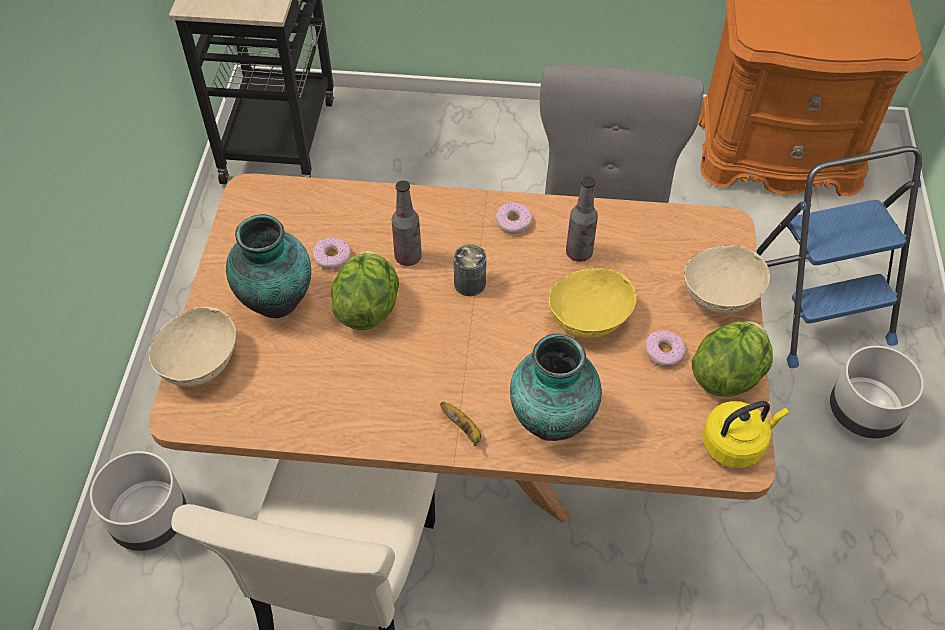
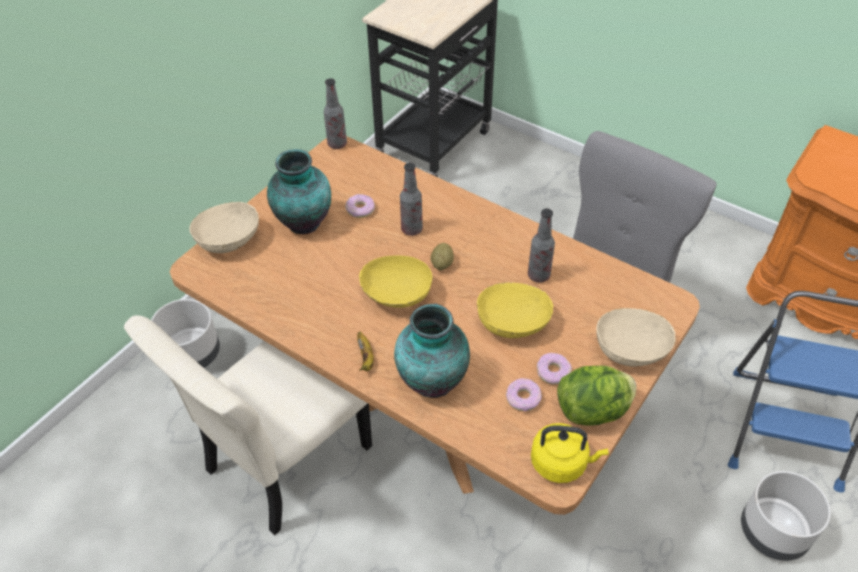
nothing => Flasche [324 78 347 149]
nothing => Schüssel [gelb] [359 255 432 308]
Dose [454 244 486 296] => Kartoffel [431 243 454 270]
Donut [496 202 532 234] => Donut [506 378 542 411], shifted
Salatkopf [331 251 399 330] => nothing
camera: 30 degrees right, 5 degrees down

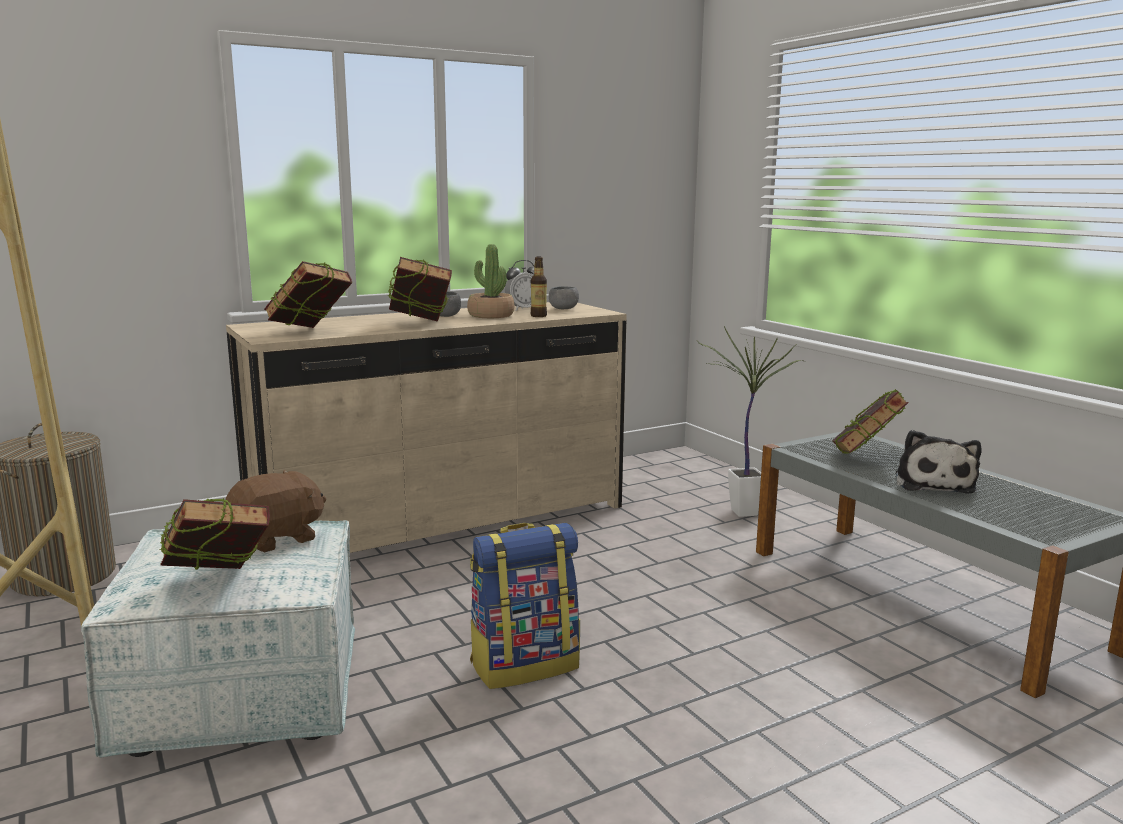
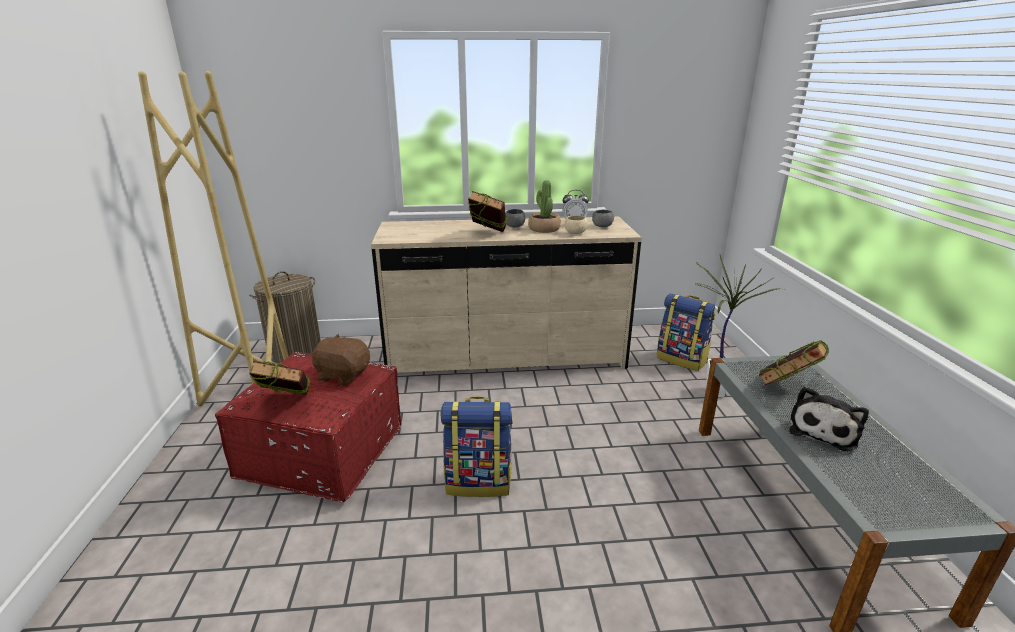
Polsterhocker [weiß] [81 520 355 757] => Polsterhocker [rot] [215 351 401 502]
Plüschtier [braun] [226 470 326 552] => Plüschtier [braun] [311 334 370 386], 150 degrees counterclockwise
Flasche [531 257 547 317] => Schüssel [beige] [565 216 588 234]
nothing => Rucksack [656 294 715 371]
Buch [264 261 352 328] => nothing
camera: 25 degrees right, 10 degrees up

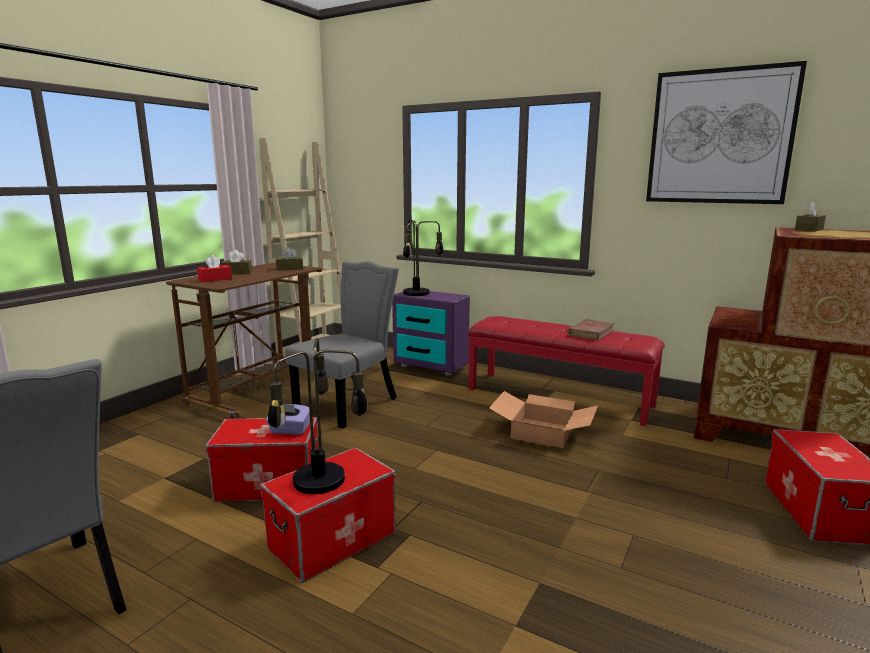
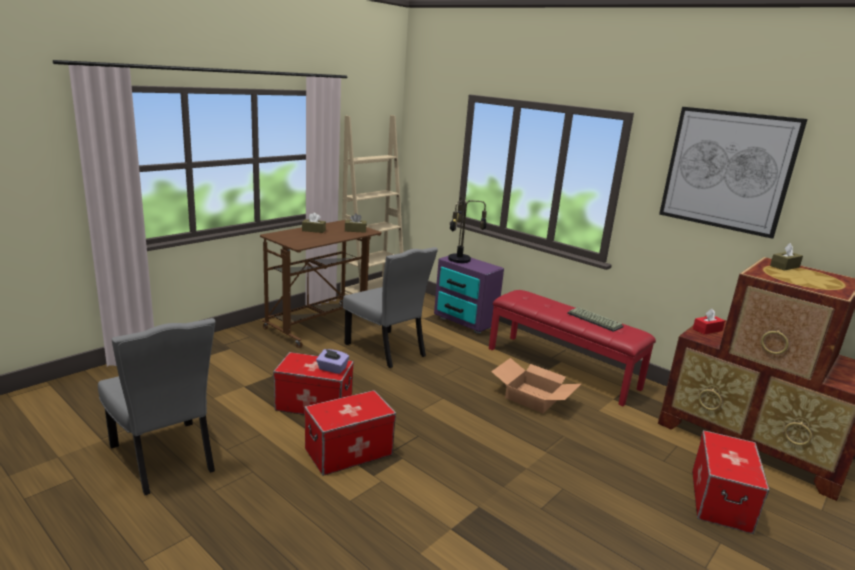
Stuhl [grau] [285 261 399 429] => Stuhl [grau] [343 247 438 368], 90 degrees clockwise
Buch [braun] [567 319 615 340] => Tastatur [567 307 624 332]
Taschentuchbox [rot] [197 255 232 282] => Taschentuchbox [rot] [693 309 725 335], shifted
Tischlampe [268 338 367 494] => nothing
camera: 10 degrees right, 5 degrees up

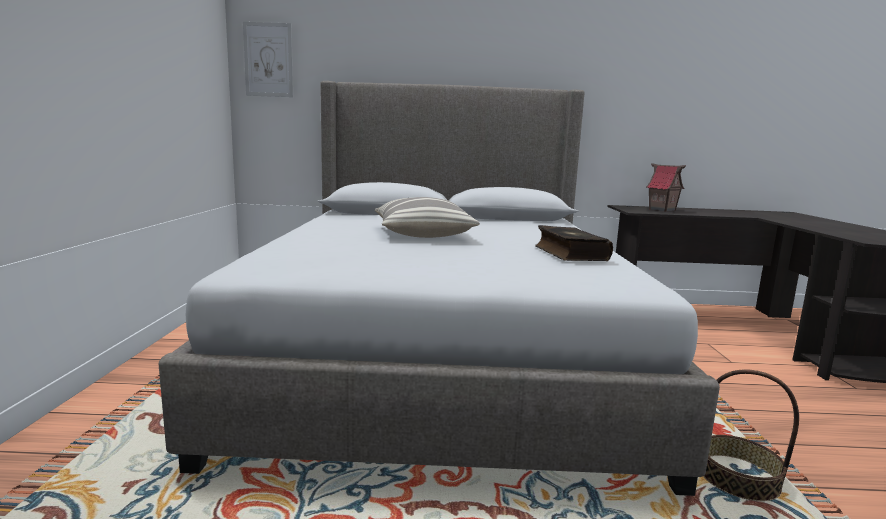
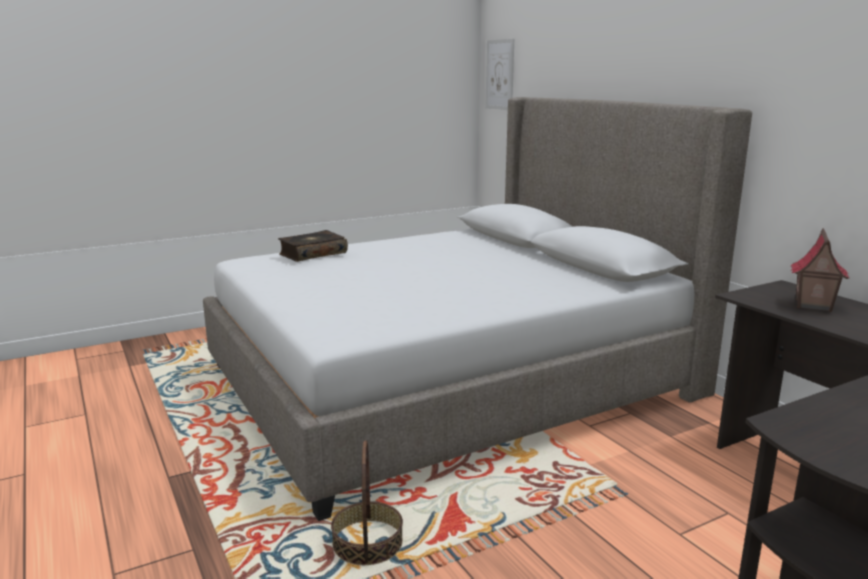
Buch [535 225 613 261] => Buch [278 230 348 262], shifted
Kissen [375 197 480 238] => nothing
camera: 60 degrees right, 5 degrees up

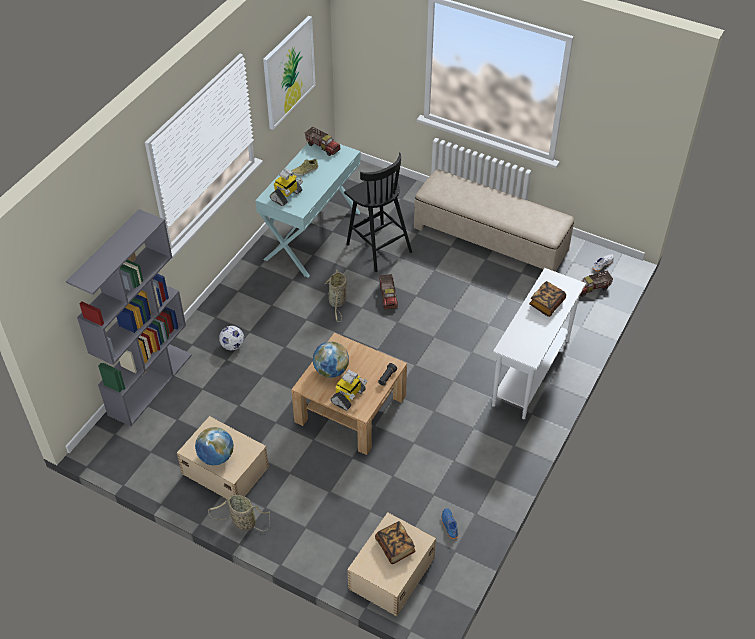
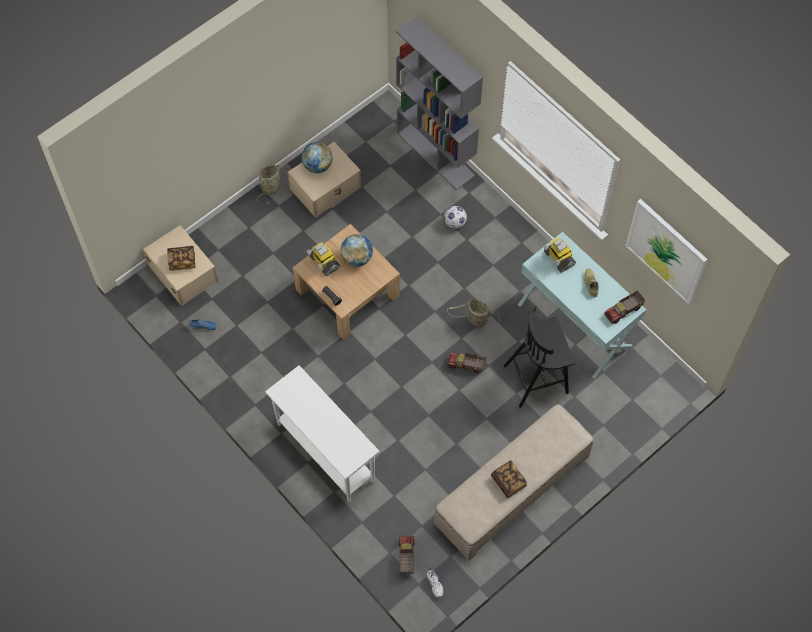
Buch [529 281 566 317] => Buch [491 460 527 498], shifted
camera: 110 degrees right, 15 degrees up

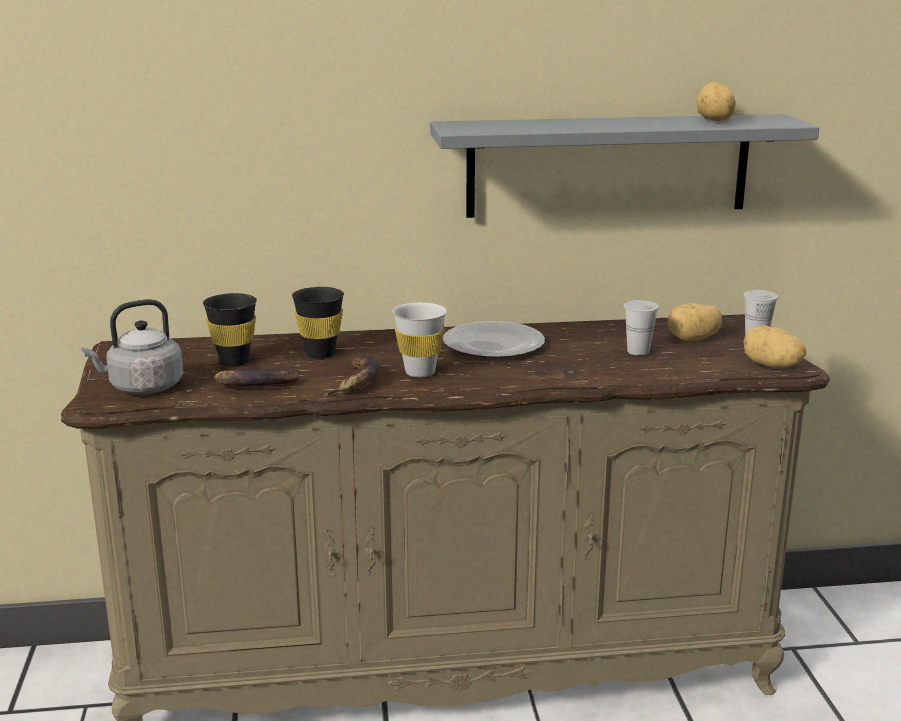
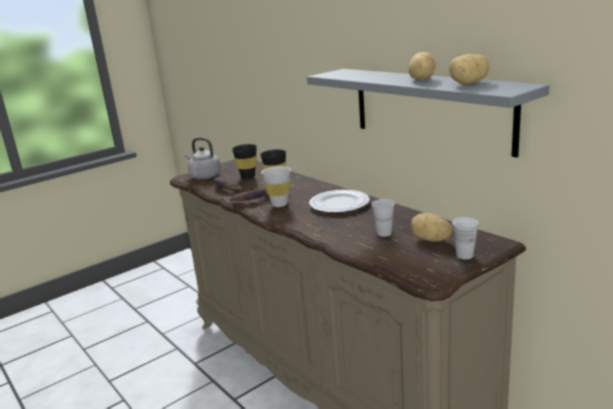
Kartoffel [743 325 807 368] => Kartoffel [408 52 436 80], shifted
camera: 60 degrees right, 0 degrees up

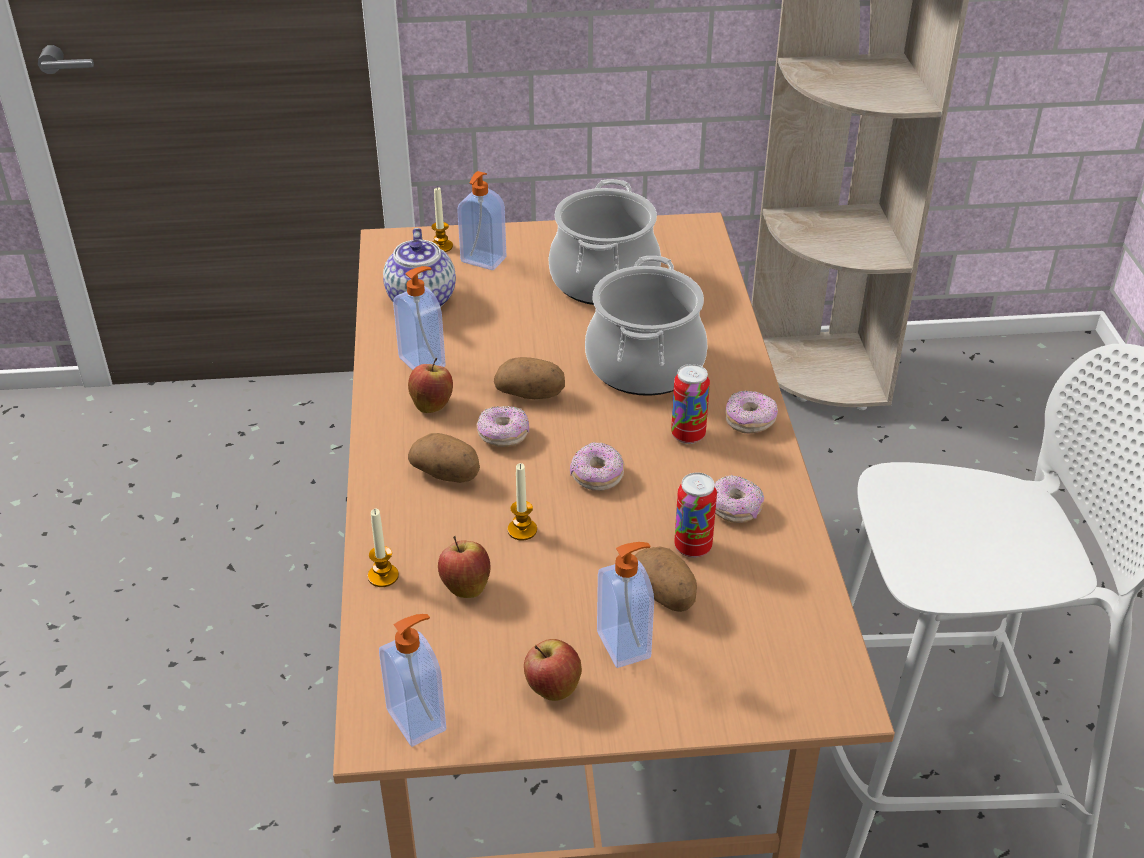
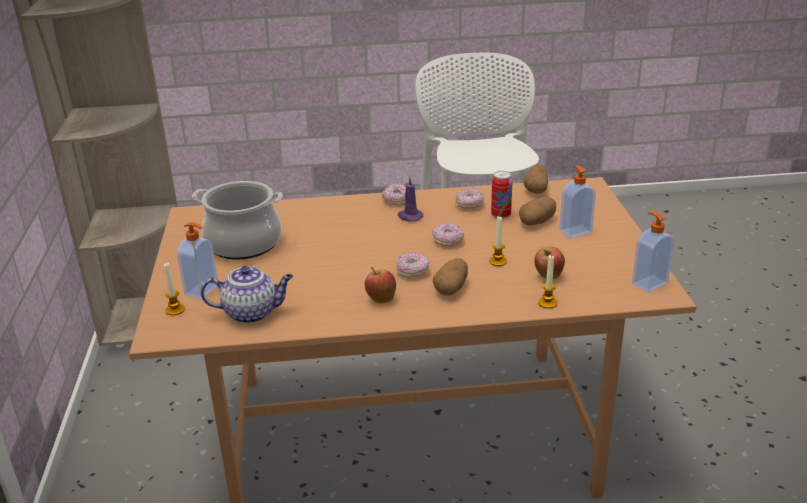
Dose [671 364 710 444] => Kerze [lila] [398 176 424 222]
Kartoffel [494 357 565 399] => Kartoffel [524 165 548 194], shifted
Seifenspender [393 266 446 370] => nothing
Apfel [524 639 582 701] => nothing
Kochtopf [585 256 707 396] => nothing
camera: 90 degrees left, 10 degrees down

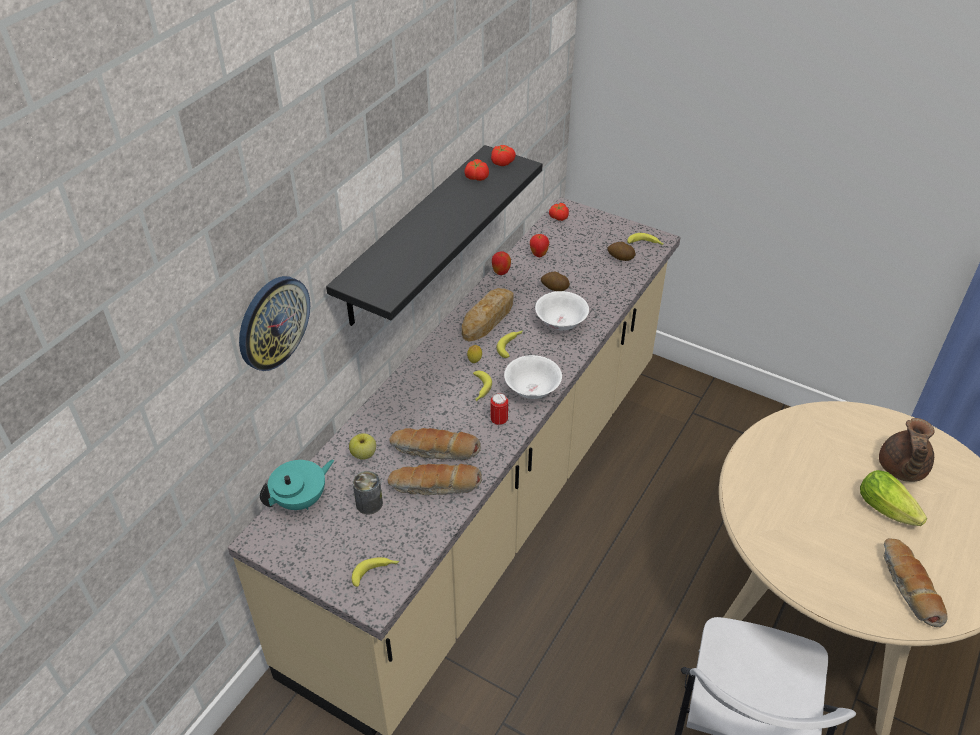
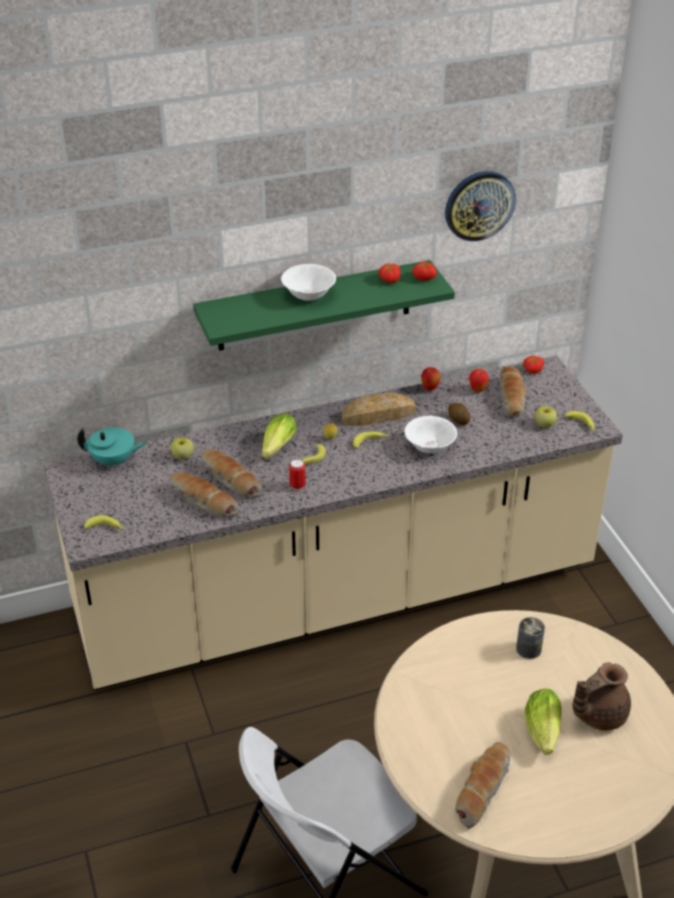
Wandregal [schwarz] [326 145 542 326] => Wandregal [grün] [193 260 455 351]
nothing => Salatkopf [262 413 297 458]
Schüssel [weiß] [504 355 562 399] => Schüssel [weiß] [281 264 336 301], shifted
Wanduhr [239 276 310 371] => Wanduhr [445 171 516 241], shifted
nothing => Brot [500 366 526 417]
Dose [353 471 383 514] => Dose [516 617 545 659], shifted
Kartoffel [607 242 635 261] => Apfel [534 406 557 428]
camera: 40 degrees right, 5 degrees down

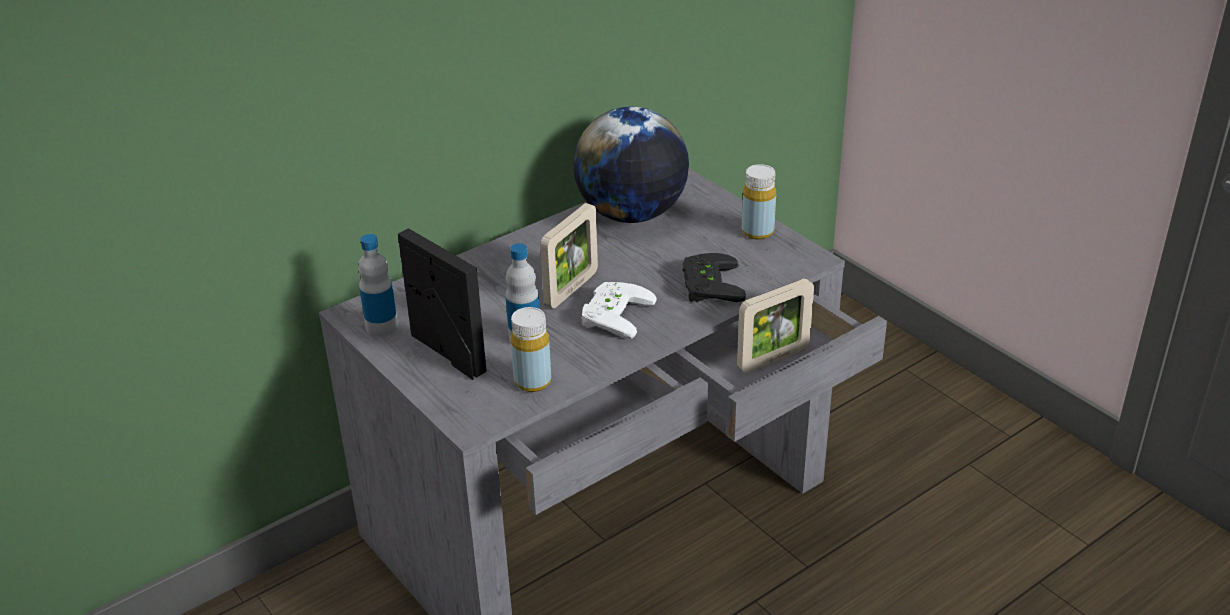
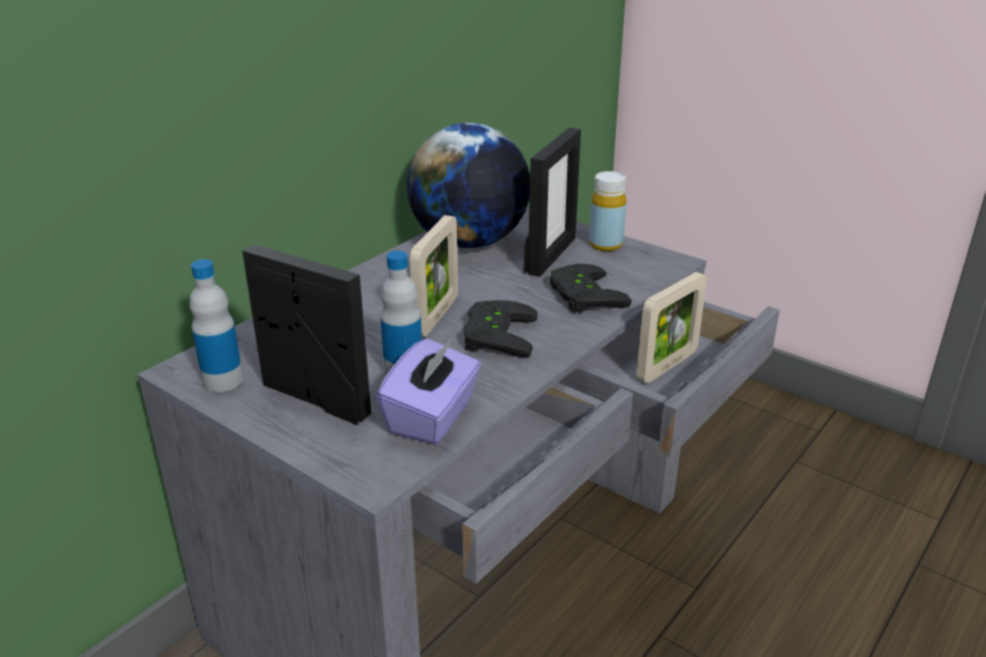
Flasche [gelb] [511 307 551 392] => Taschentuchbox [lila] [377 338 481 445]
Gamepad [weiß] [582 282 657 339] => Gamepad [schwarz] [464 300 538 357]
nothing => Bilderrahmen [524 128 581 277]
camera: 15 degrees left, 5 degrees down

